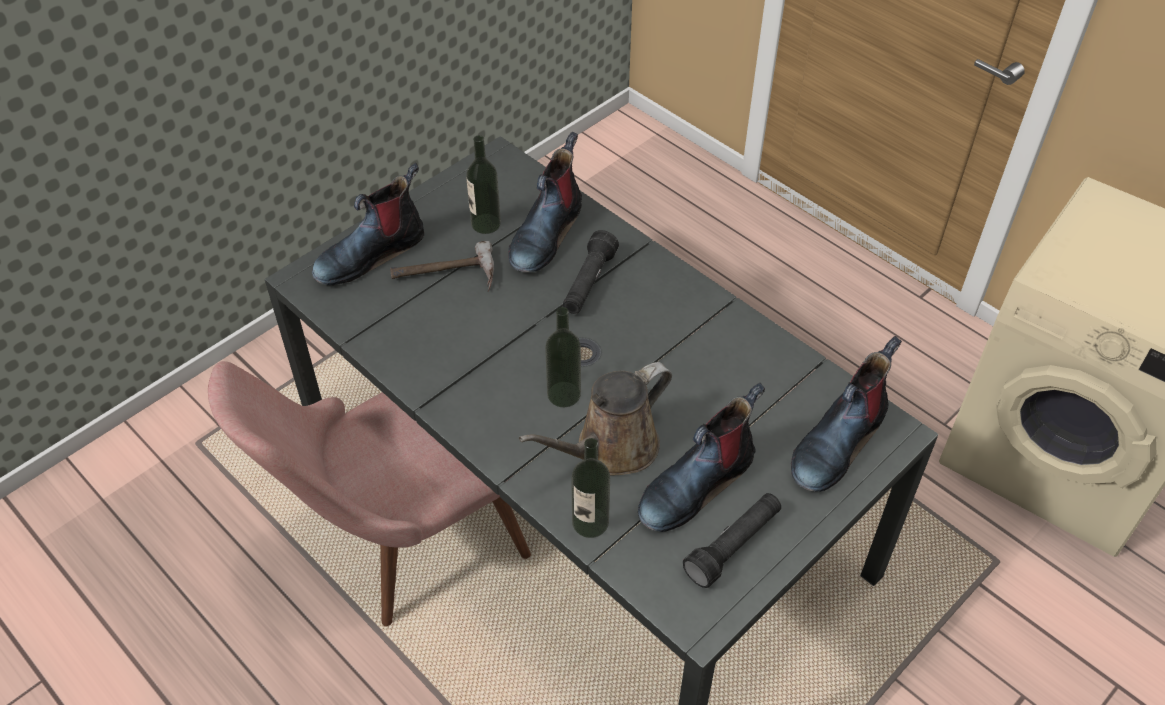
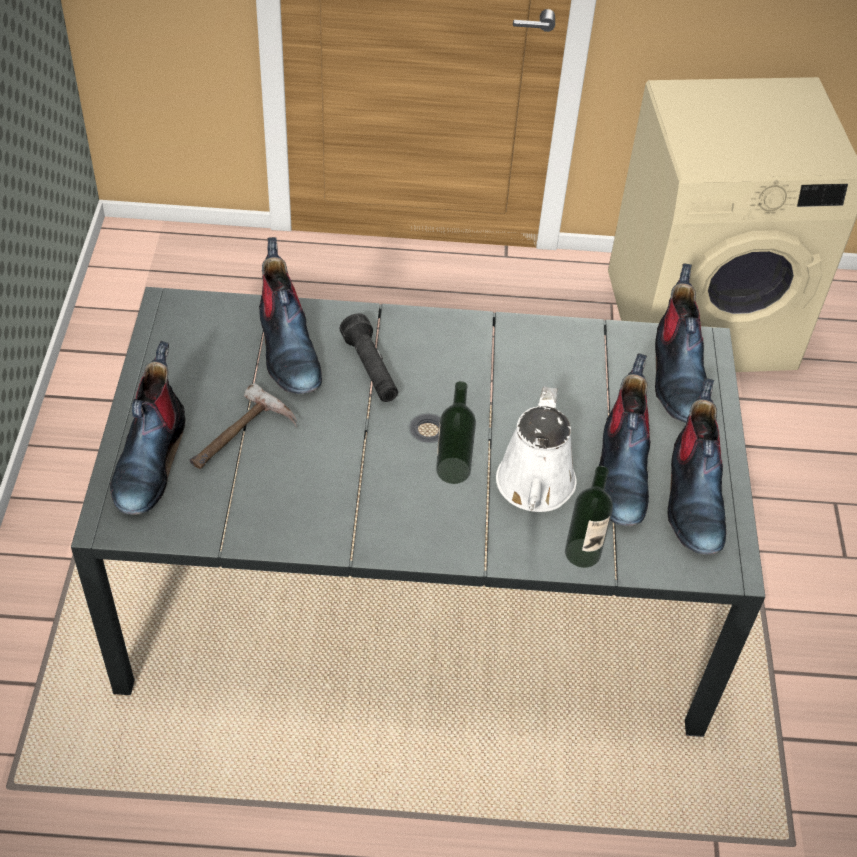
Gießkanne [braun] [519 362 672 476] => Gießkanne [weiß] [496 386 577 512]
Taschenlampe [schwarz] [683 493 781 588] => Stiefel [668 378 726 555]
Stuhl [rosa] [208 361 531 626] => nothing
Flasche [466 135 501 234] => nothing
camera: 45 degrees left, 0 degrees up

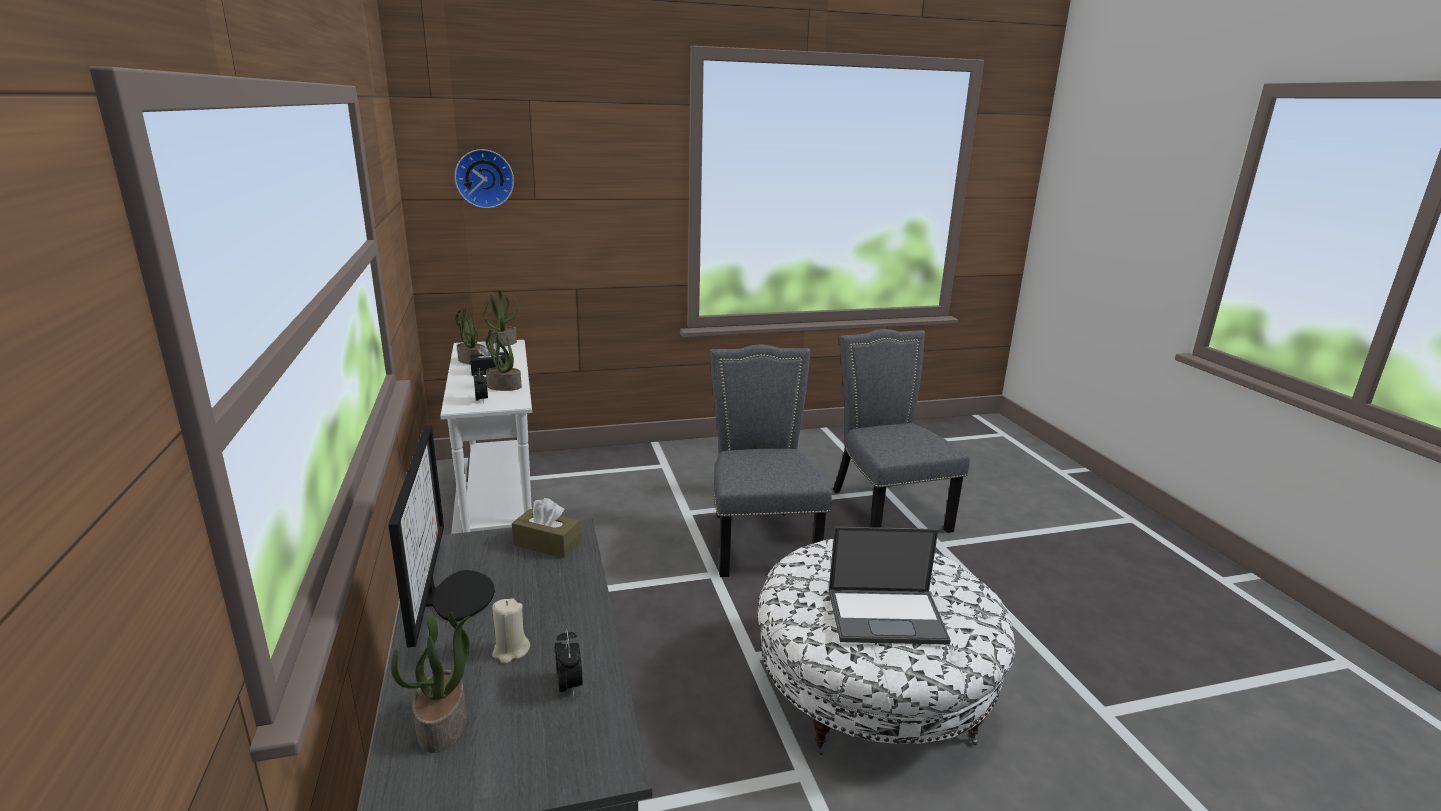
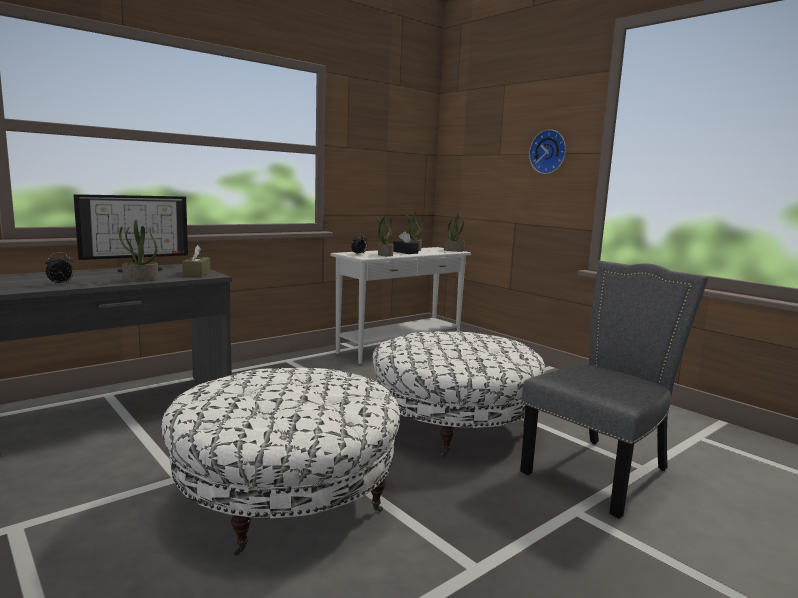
Topfpflanze [391 612 470 753] => Topfpflanze [119 220 158 282], shifted
Stuhl [grau] [709 344 832 577] => Polsterhocker [weiß] [373 332 545 457]
Wanduhr [455 149 514 208] => Wanduhr [529 129 566 174], shifted
Kerze [beige] [492 599 530 664] => nothing
Laptop [829 527 951 645] => nothing
camera: 65 degrees right, 10 degrees down

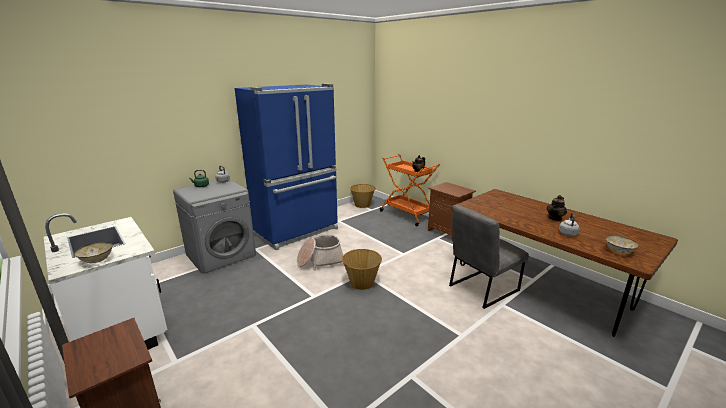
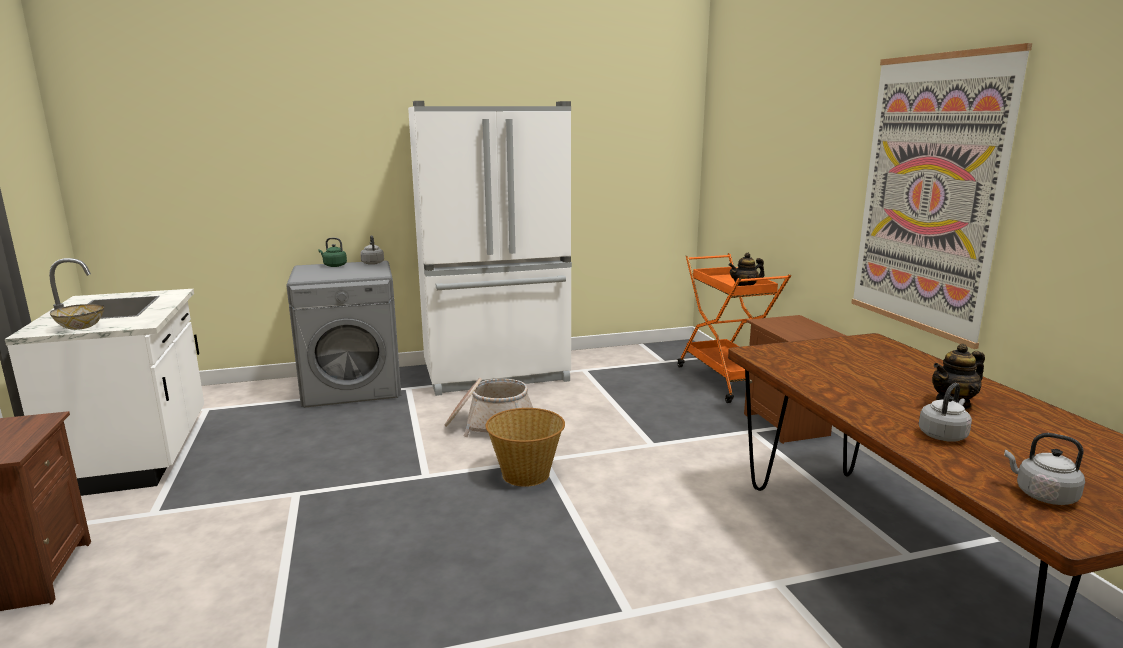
Kühlschrank [blau] [235 84 338 250] => Kühlschrank [weiß] [408 101 572 396]
nothing => Bild [851 43 1032 349]
Schüssel [606 236 639 254] => Wasserkessel [grau] [1004 433 1085 505]
Korb [350 184 376 208] => nothing
Stuhl [grau] [449 205 529 309] => nothing
camera: 25 degrees right, 5 degrees down

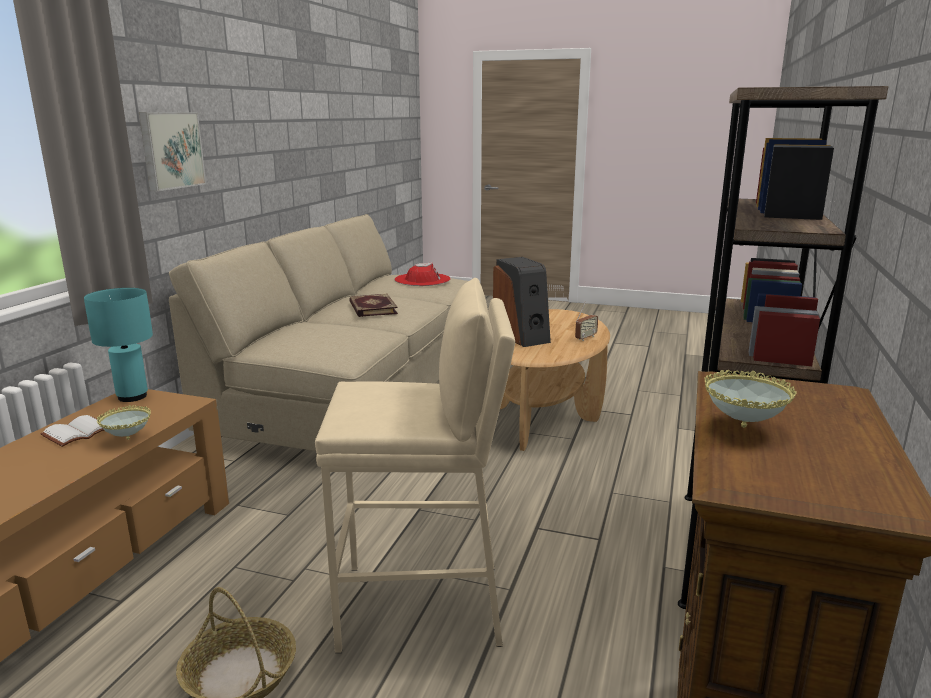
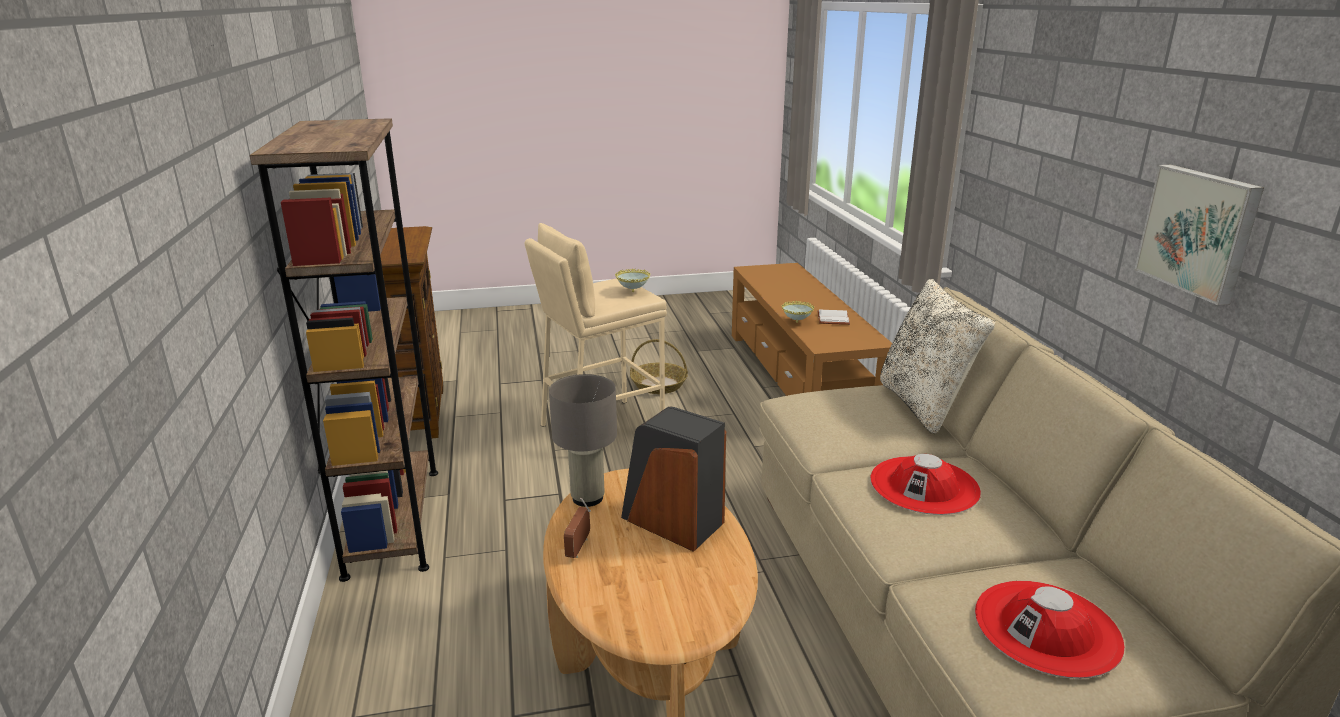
nothing => Tischlampe [grau] [549 374 617 507]
Schüssel [704 370 797 428] => Schüssel [615 269 651 292], shifted
Buch [349 294 398 317] => Hut [rot] [870 454 981 515]
nothing => Kissen [beige] [880 279 995 434]
Bild [139 112 206 191] => Bild [1134 165 1264 305], shifted
Tischlampe [türkis] [84 288 153 402] => nothing
camera: 150 degrees right, 5 degrees up

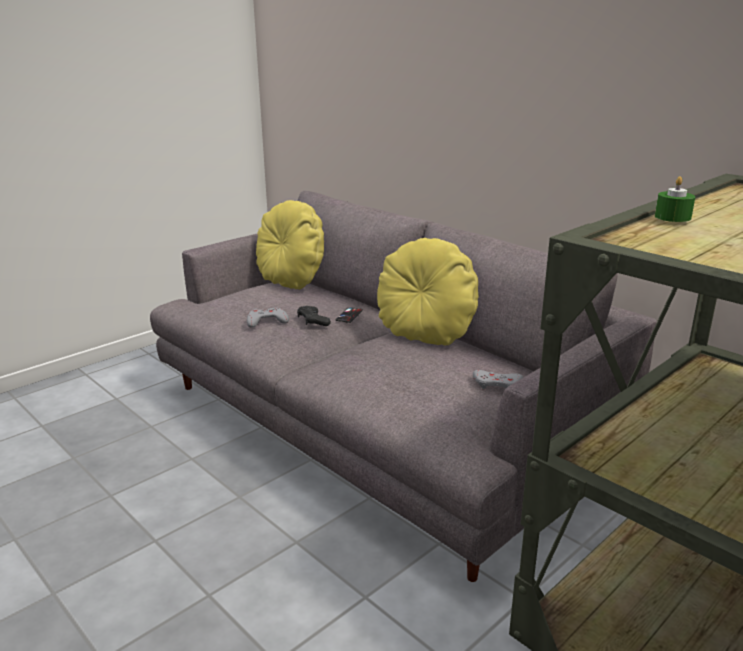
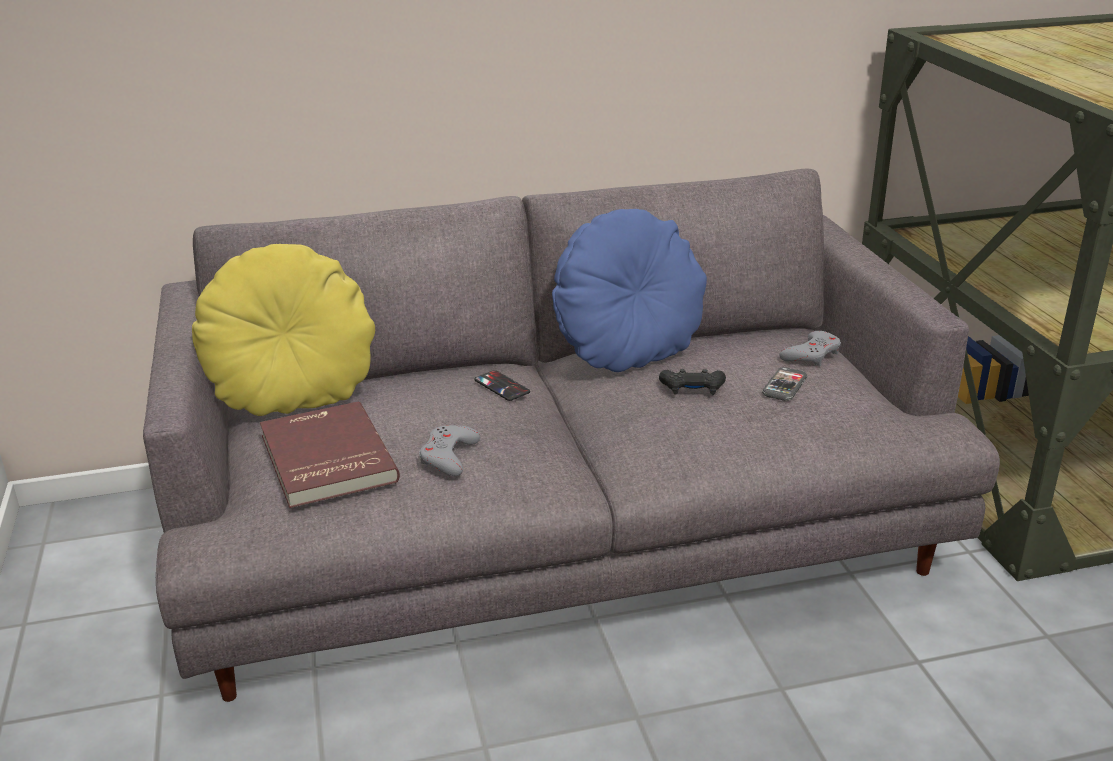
nothing => Buch [rot] [260 401 400 508]
Kissen [gelb] [377 238 478 346] => Kissen [blau] [552 209 707 372]
Gamepad [schwarz] [297 306 331 326] => Gamepad [schwarz] [659 369 726 395], shifted
nothing => Handy [762 367 807 401]
Kerze [grün] [655 176 696 222] => nothing
camera: 60 degrees left, 5 degrees up

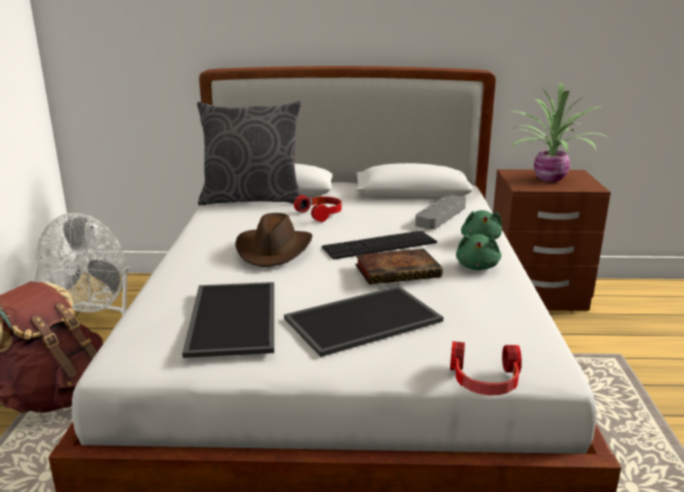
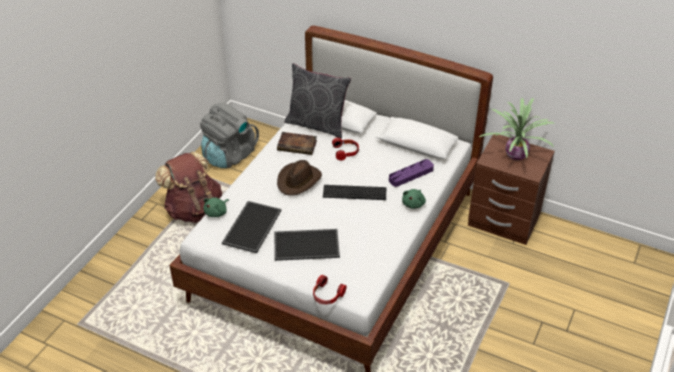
Ventilator [weiß] [33 213 129 316] => Rucksack [grau] [200 103 259 168]
Plüschtier [grün] [456 234 501 270] => Plüschtier [grün] [203 197 229 217], shifted
Buch [355 249 443 284] => Buch [277 132 317 155], shifted
Tablett [grau] [415 195 466 229] => Tablett [lila] [389 159 434 187]
camera: 25 degrees right, 20 degrees up

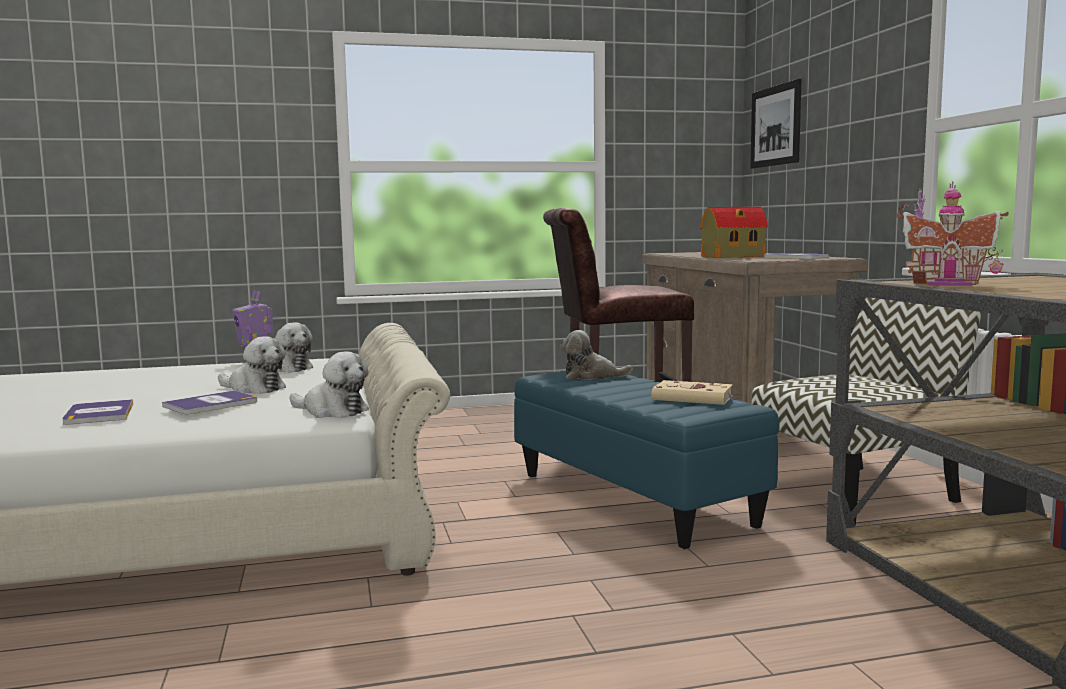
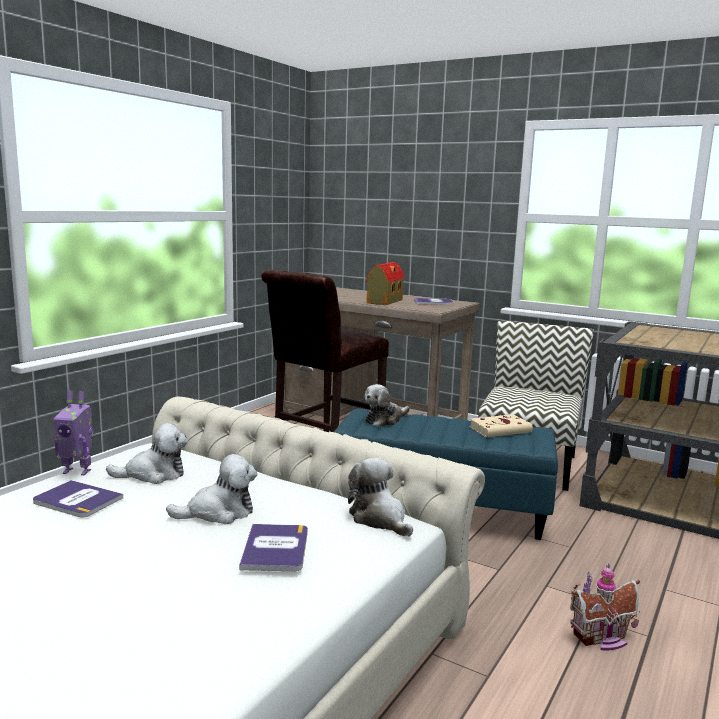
Buch [62 399 133 425] => Buch [33 480 123 518], shifted
Plüschtier [289 351 369 418] => Plüschtier [348 458 413 537], 105 degrees counterclockwise
Spielzeughaus [896 182 1009 286] => Spielzeughaus [570 564 640 650], shifted
Bild [750 79 802 169] => nothing
camera: 45 degrees left, 5 degrees up

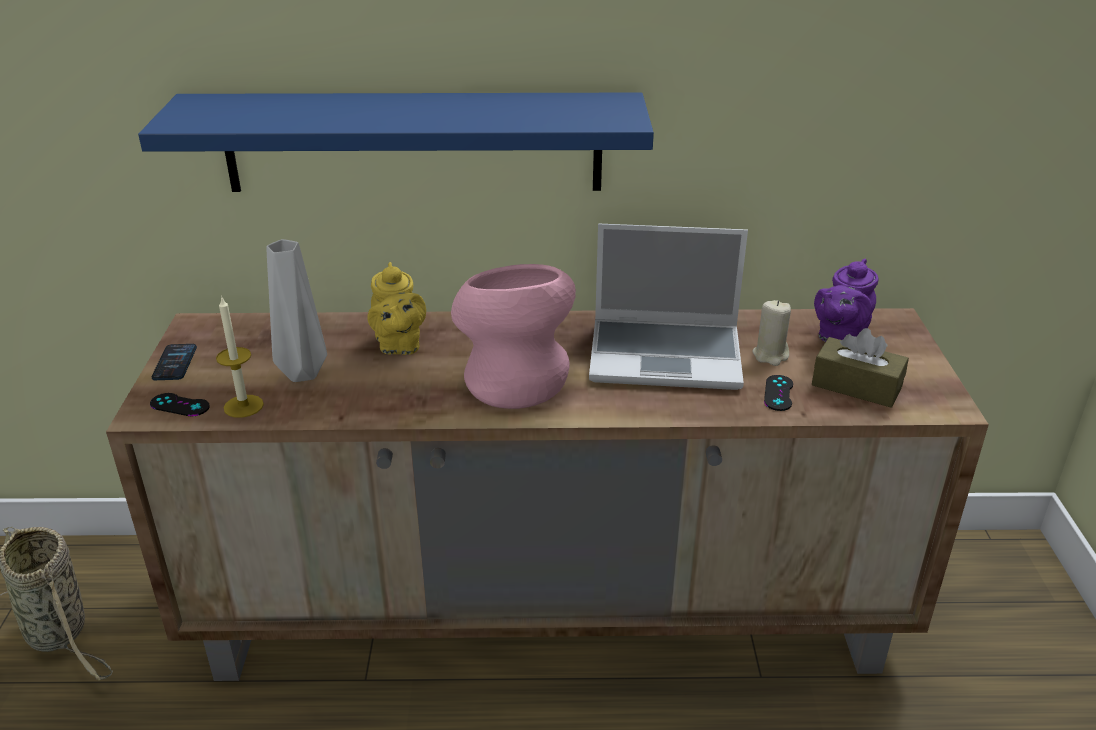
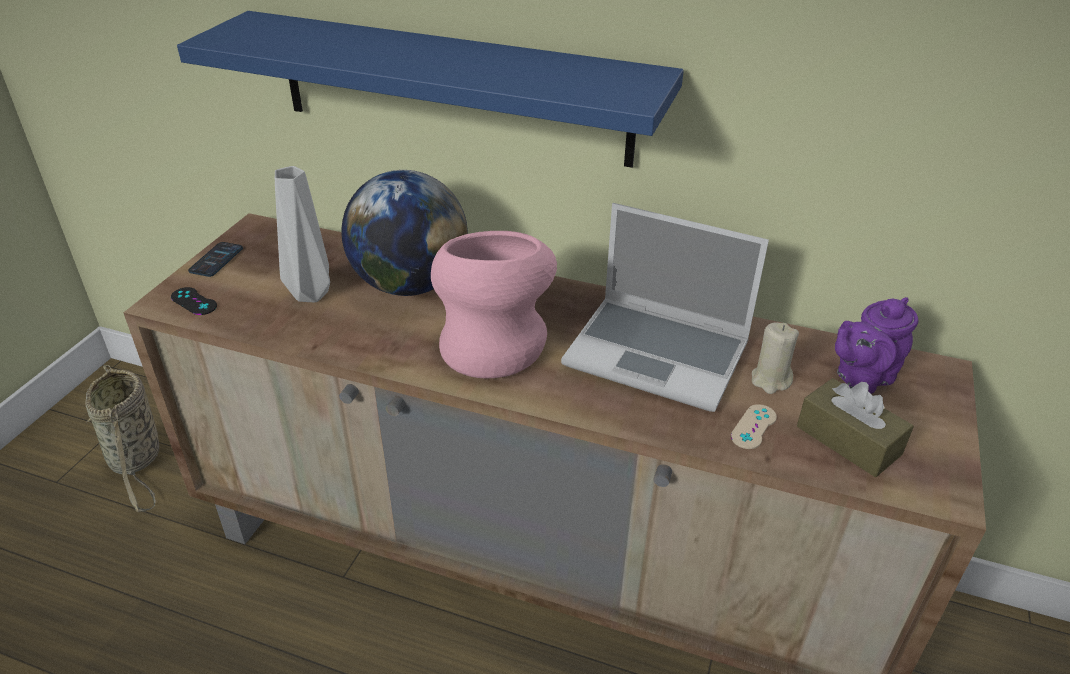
Teekanne [gelb] [367 262 426 355] => Globus [341 170 468 296]
Gamepad [schwarz] [764 375 793 411] => Gamepad [beige] [731 404 777 449]
Kerze [216 296 264 418] => nothing
camera: 20 degrees right, 5 degrees up

